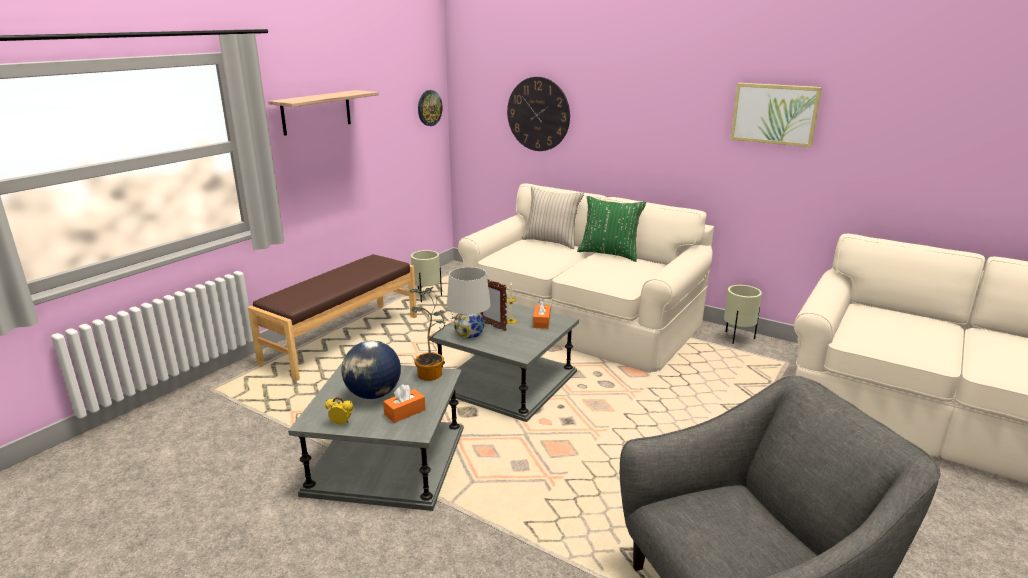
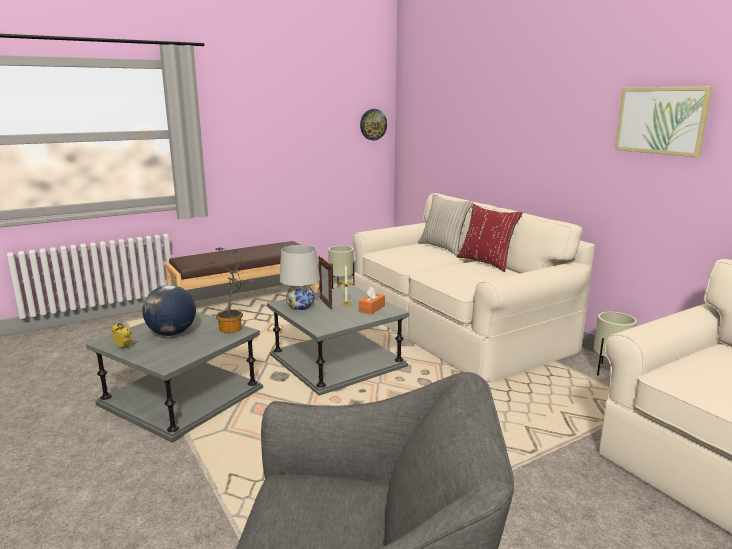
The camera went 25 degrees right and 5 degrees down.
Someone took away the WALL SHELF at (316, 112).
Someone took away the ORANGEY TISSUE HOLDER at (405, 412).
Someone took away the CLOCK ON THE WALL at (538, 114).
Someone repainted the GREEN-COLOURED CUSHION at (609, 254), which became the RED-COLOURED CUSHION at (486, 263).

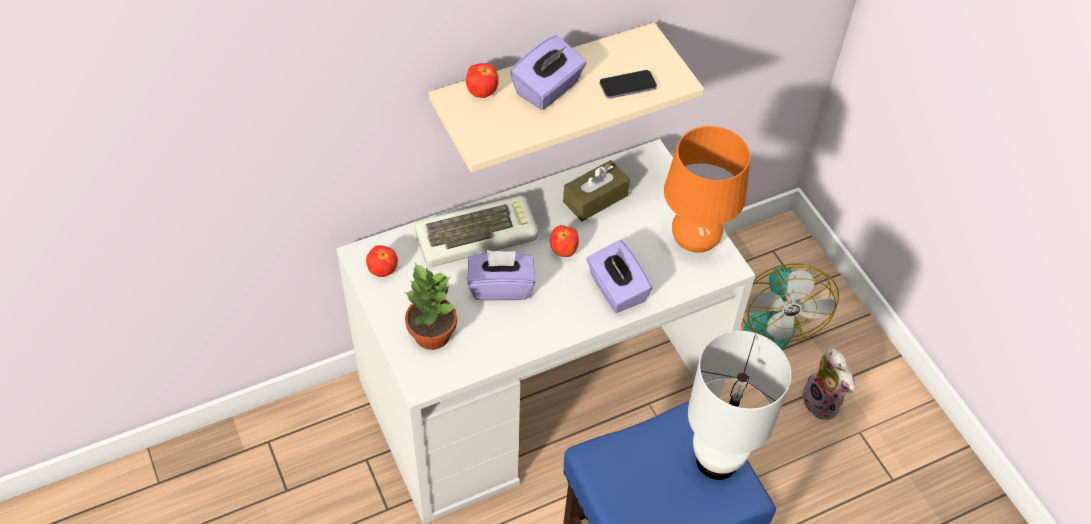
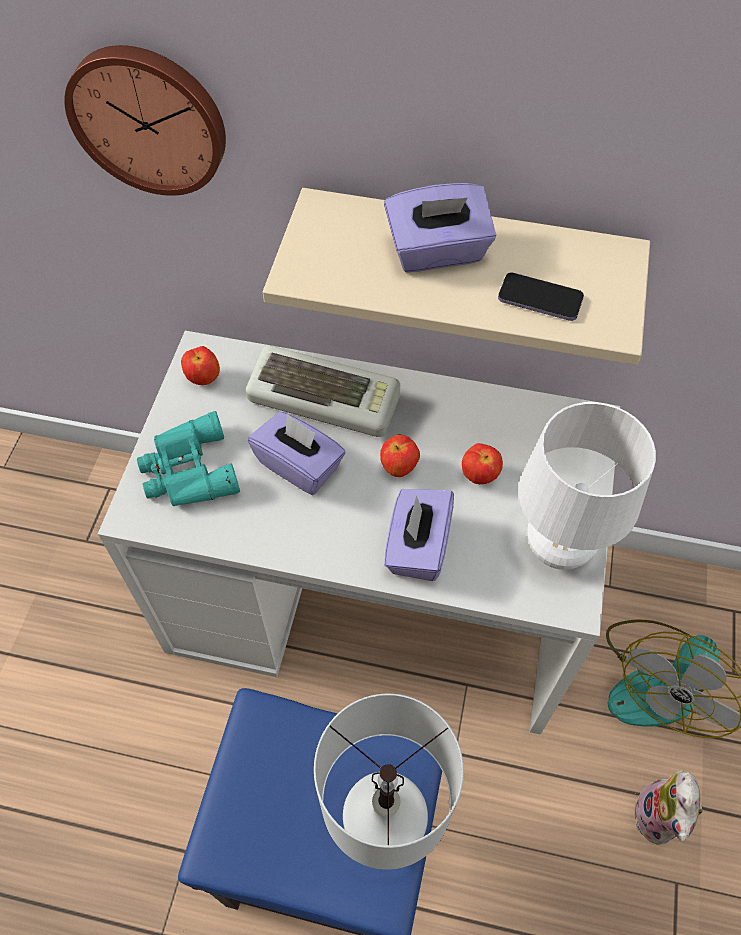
The camera went 40 degrees right and 5 degrees up.
Someone took away the BROWN-COLOURED TISSUE HOLDER at (595, 198).
Someone put up the CLOCK ON THE WALL at (149, 119).
Someone carried the WHOLE APPLE from (482, 93) to (479, 475).
Someone swapped the HOUSEPLANT at (431, 334) for the TURQUOISE-COLOURED PAIR OF BINOCULARS at (187, 471).
Someone repainted the ORANGEY LAMP FOR A TABLE at (694, 241), which became the WHITE-COLOURED LAMP FOR A TABLE at (558, 548).

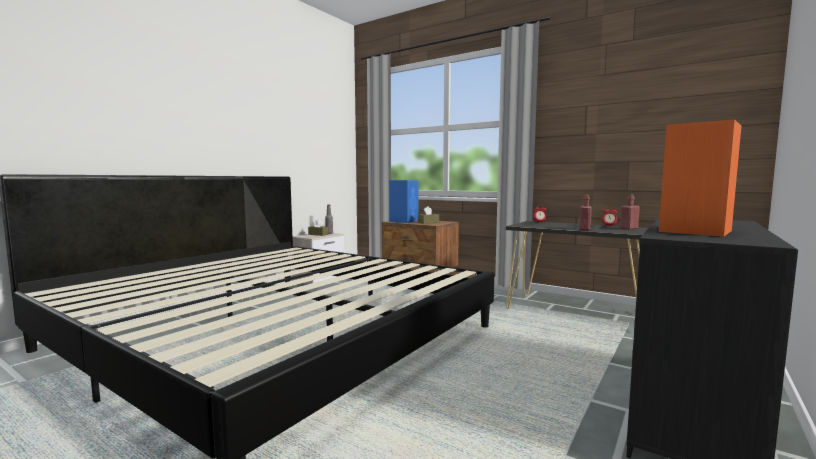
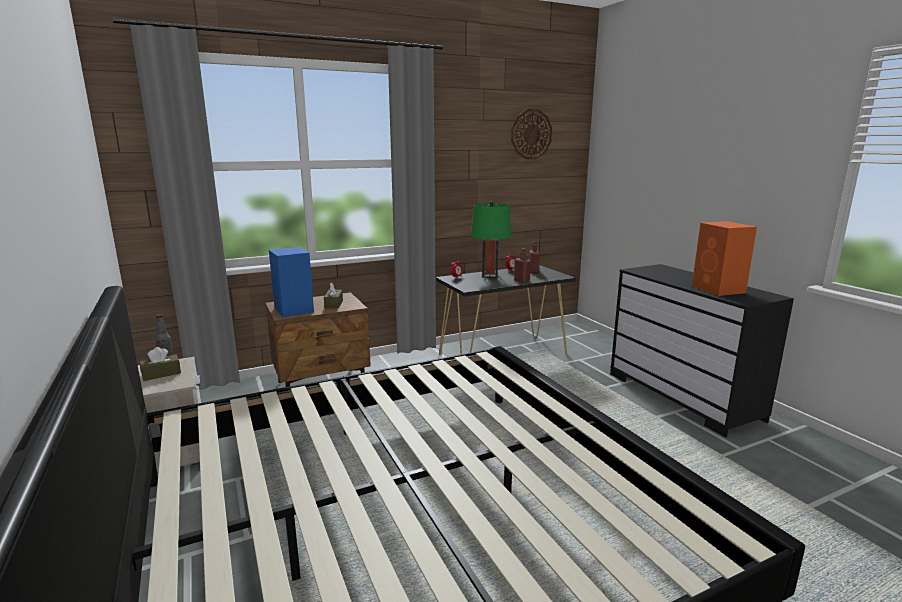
The camera went 60 degrees left and 10 degrees up.
Someone put down the GREEN-COLOURED LAMP FOR A TABLE at (489, 275).
Someone put up the CLOCK ON THE WALL at (531, 134).

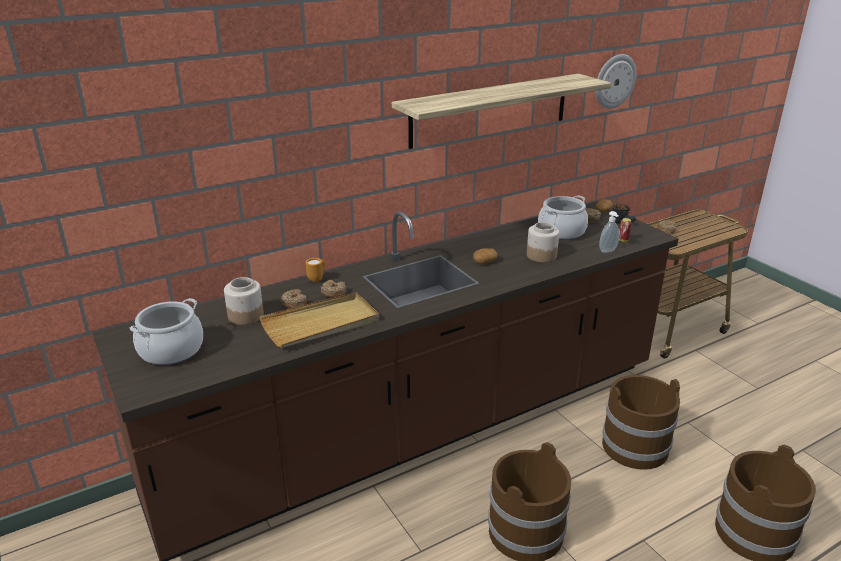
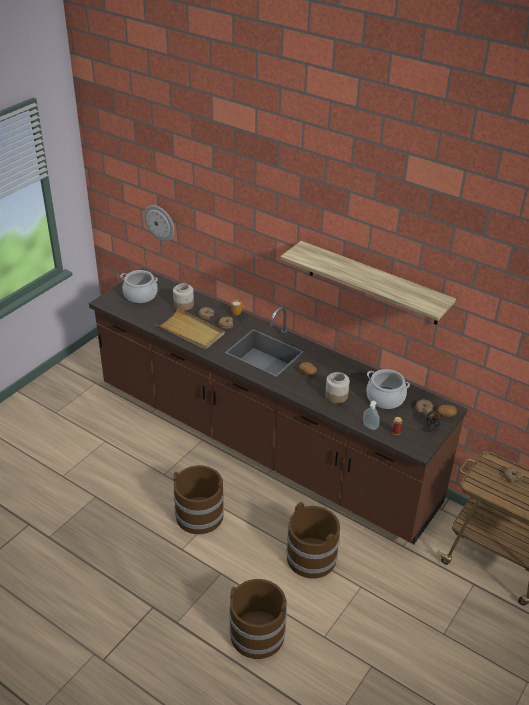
The camera went 65 degrees right and 10 degrees up.
Someone carried the CLOCK ON THE WALL from (614, 81) to (160, 222).

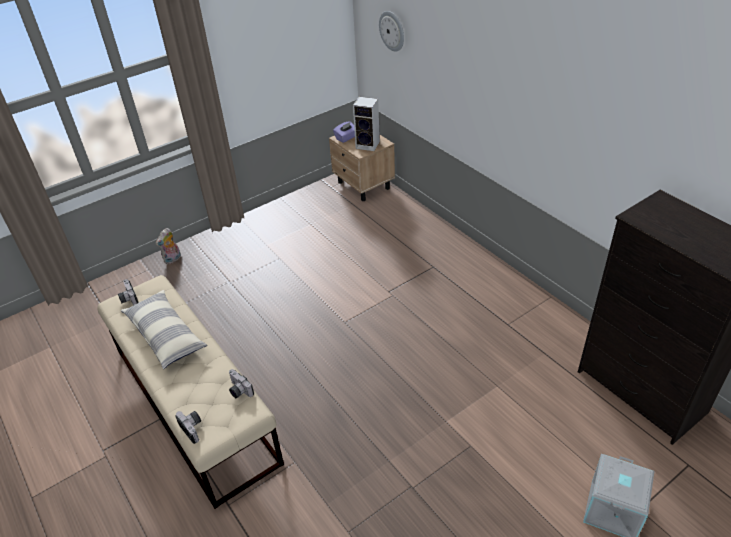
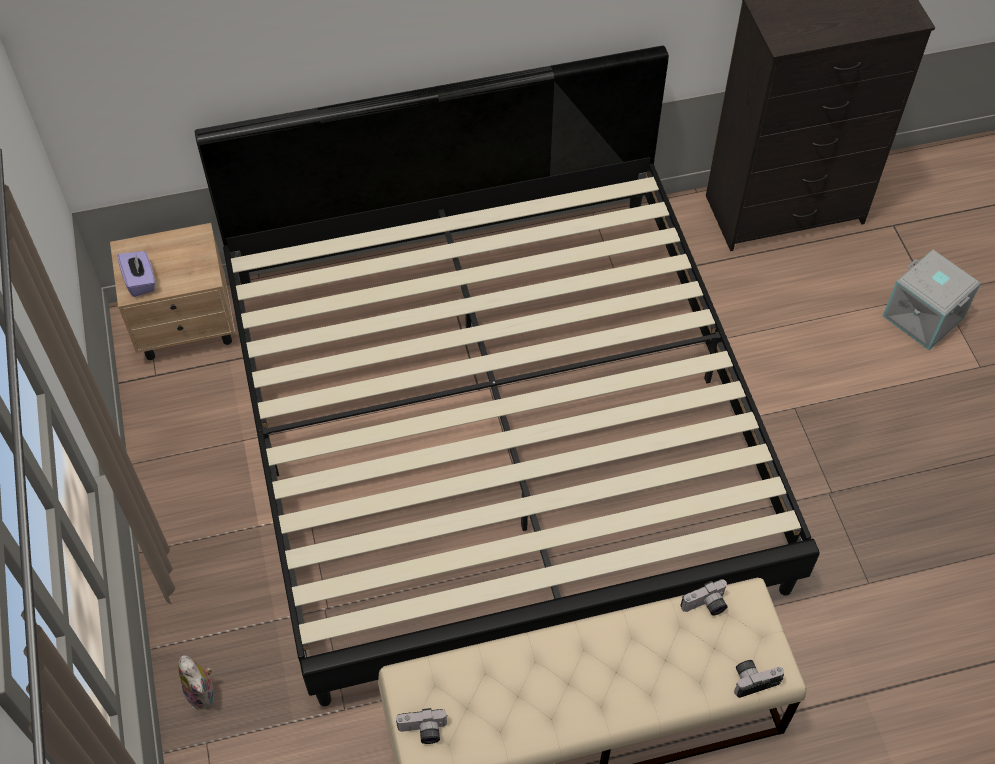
The camera went 70 degrees left and 15 degrees up.
Someone took away the CUSHION at (166, 335).
Someone took away the SPEAKER at (368, 145).
Someone took away the CLOCK ON THE WALL at (392, 31).
Someone put down the BEDROOM BED at (497, 427).

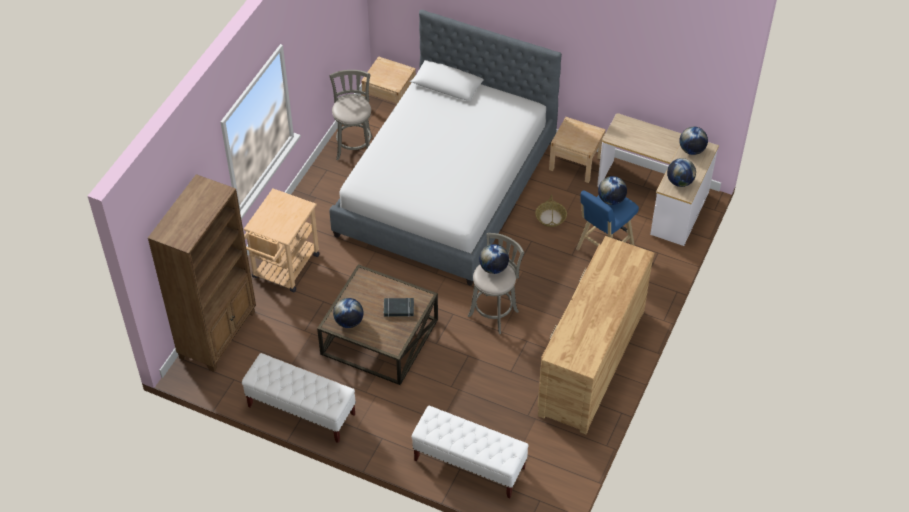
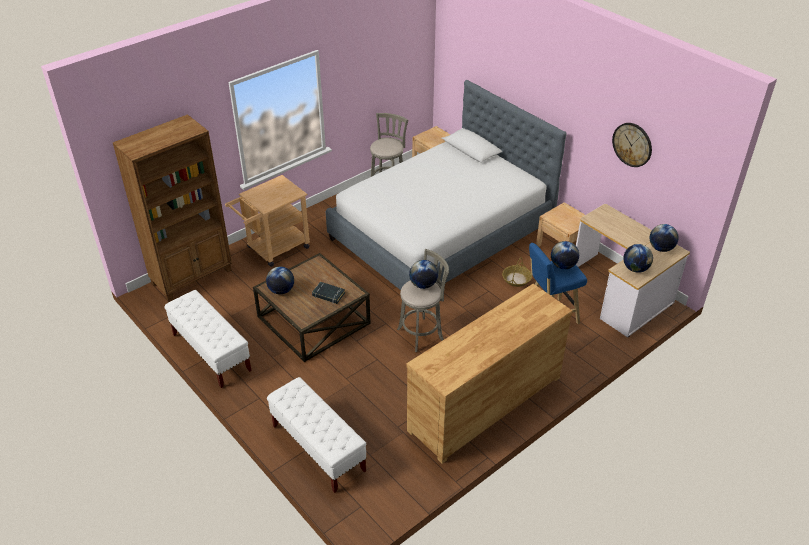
The camera went 25 degrees right and 10 degrees down.
Someone put up the CLOCK ON THE WALL at (632, 144).

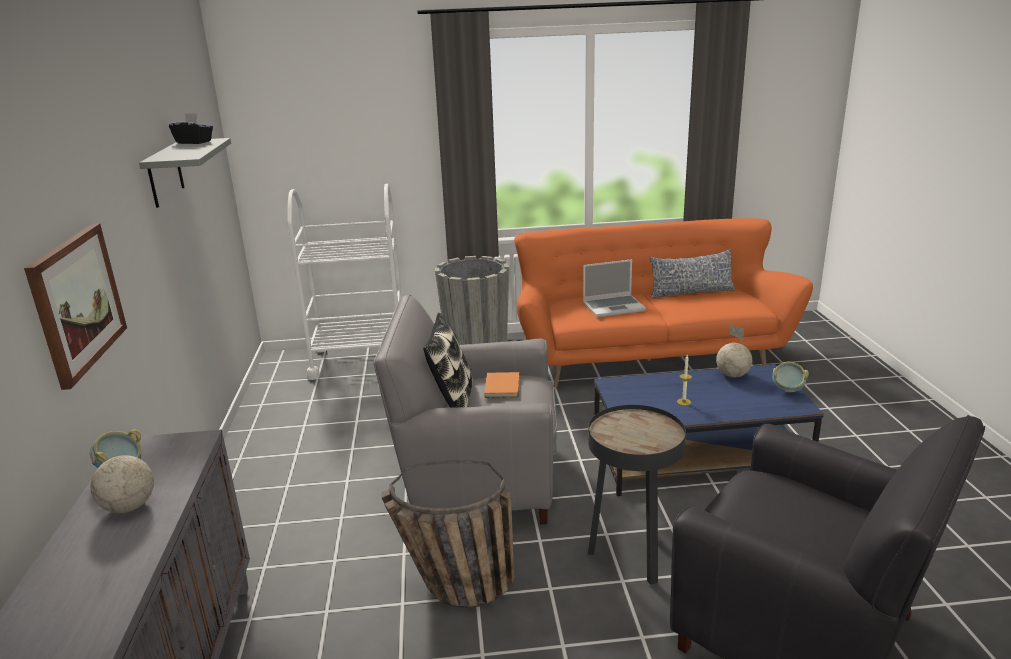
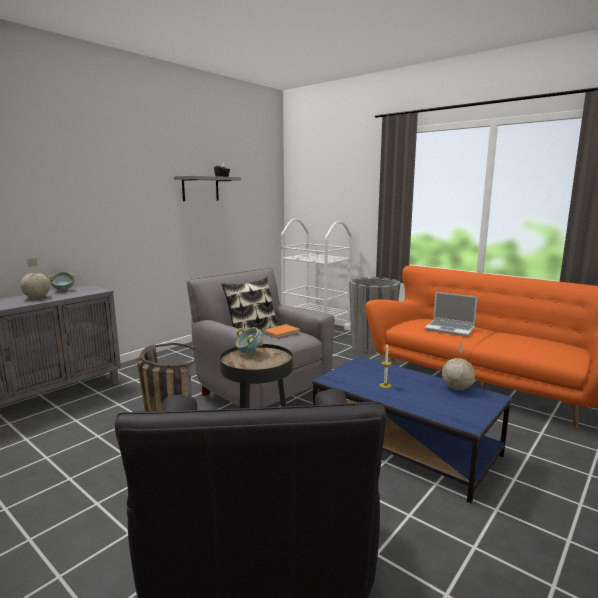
The camera went 45 degrees right and 10 degrees down.
Someone took away the WALL PICTURE at (77, 302).
Someone took away the CUSHION at (691, 292).
Someone carried the SERVING BOWL from (787, 390) to (249, 353).

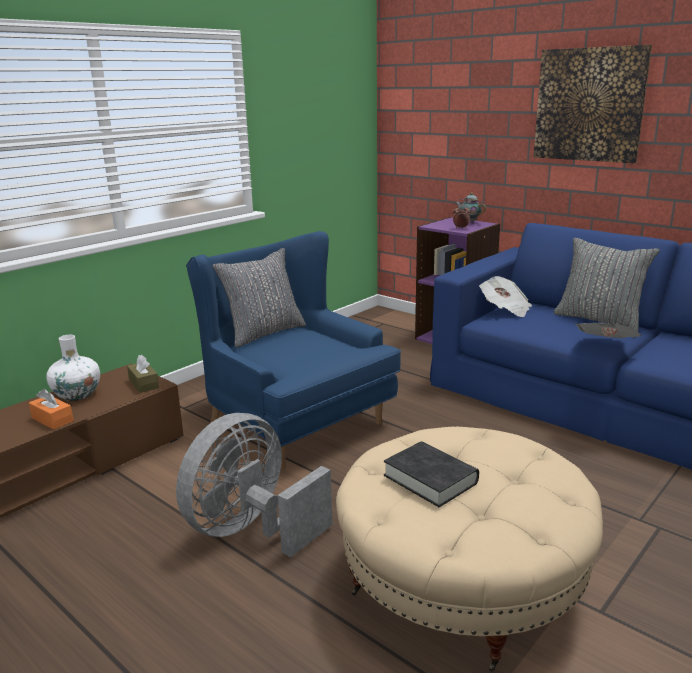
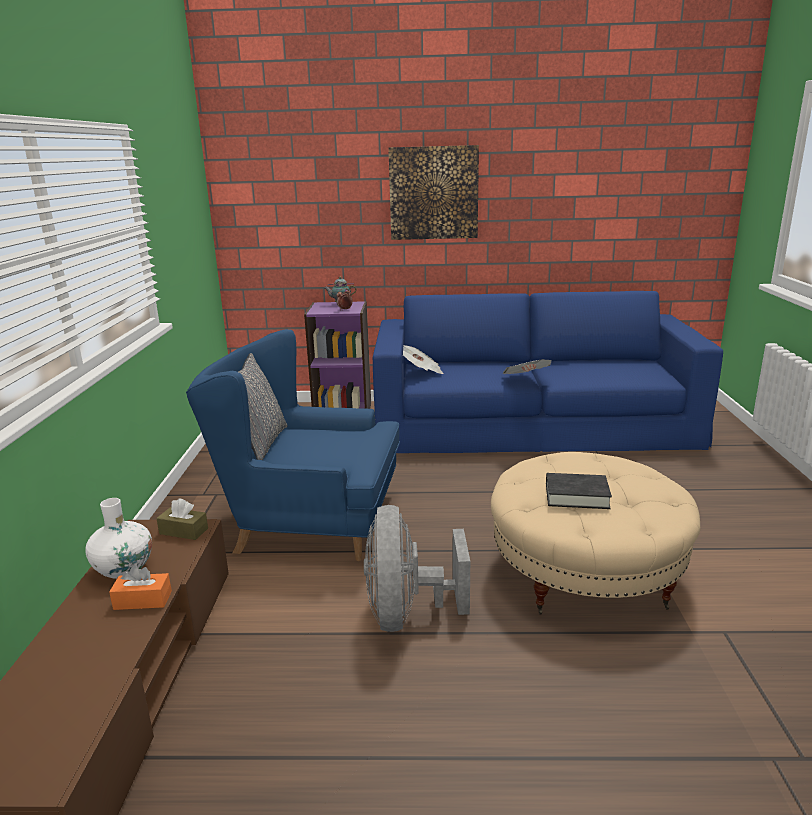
The camera went 40 degrees left and 0 degrees up.
Someone took away the GREY CUSHION at (599, 320).

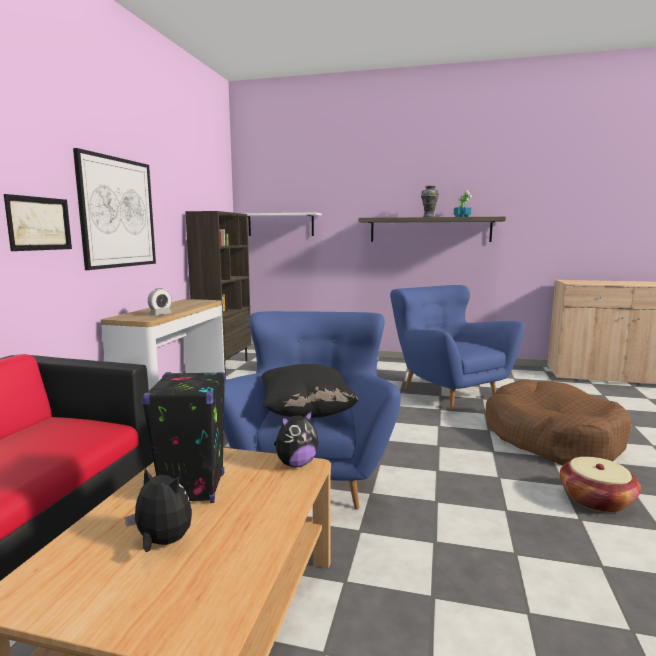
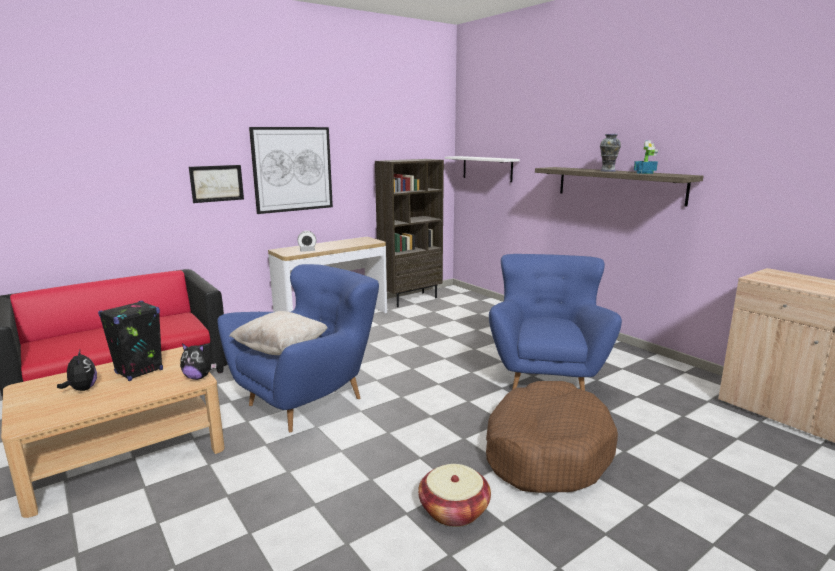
The camera went 40 degrees right and 5 degrees up.
Someone repainted the BLACK-COLOURED CUSHION at (306, 412), which became the SAND-COLOURED CUSHION at (281, 349).

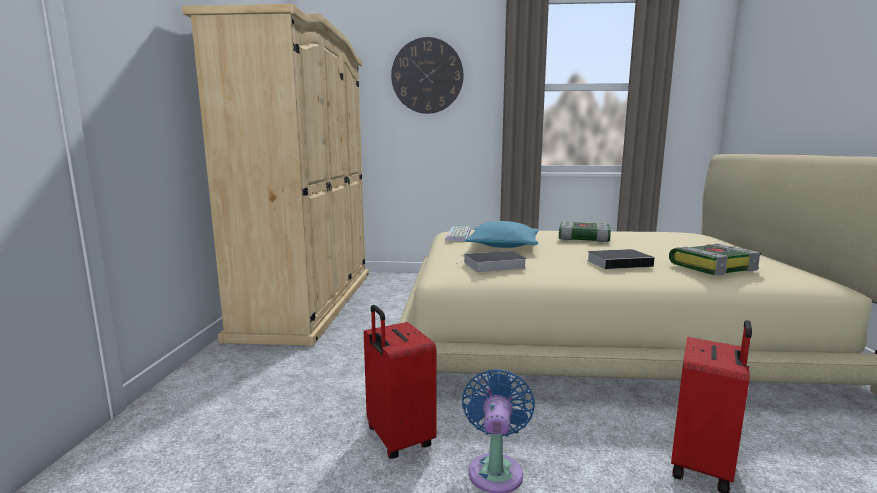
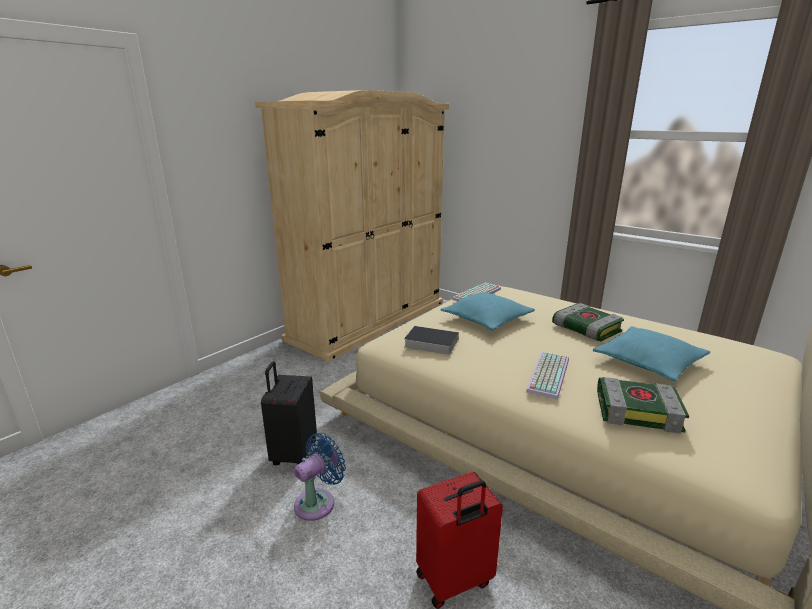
The camera went 35 degrees right and 10 degrees up.
Someone took away the CLOCK ON THE WALL at (427, 76).
Someone put down the TURQUOISE-COLOURED CUSHION at (648, 362).
Someone swapped the VOLUME at (620, 263) for the COMPUTER KEYBOARD at (547, 374).
Someone repainted the RED-COLOURED SUITCASE at (397, 439), which became the BLACK-COLOURED SUITCASE at (293, 453).

